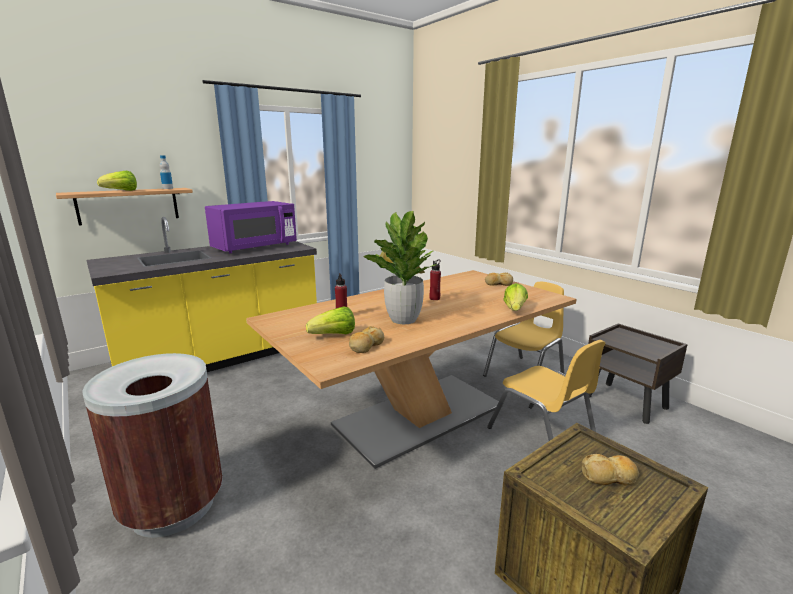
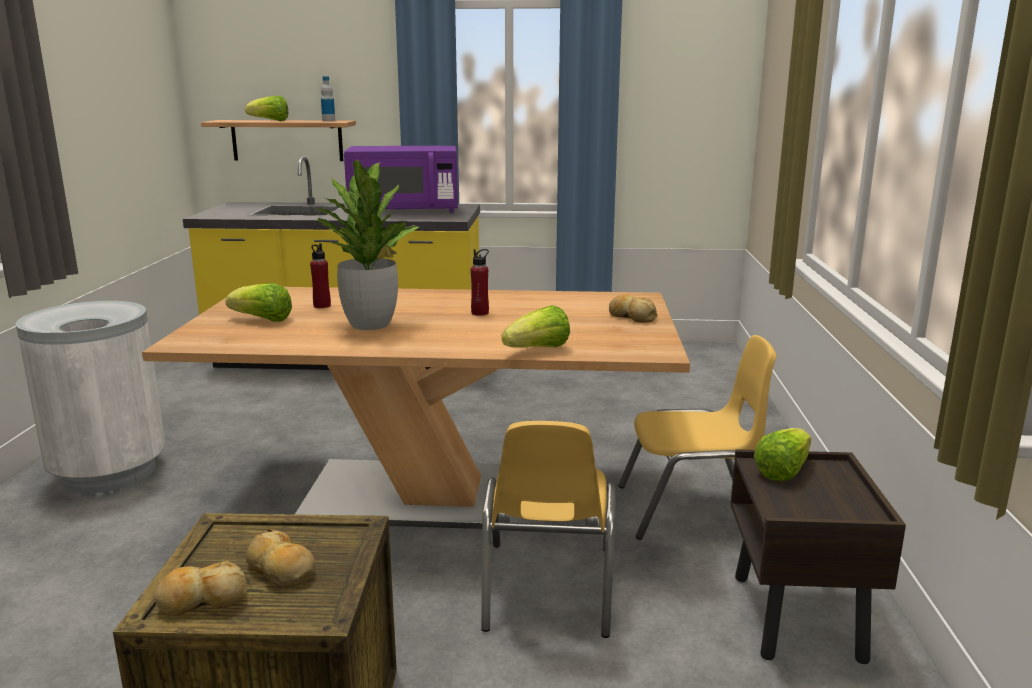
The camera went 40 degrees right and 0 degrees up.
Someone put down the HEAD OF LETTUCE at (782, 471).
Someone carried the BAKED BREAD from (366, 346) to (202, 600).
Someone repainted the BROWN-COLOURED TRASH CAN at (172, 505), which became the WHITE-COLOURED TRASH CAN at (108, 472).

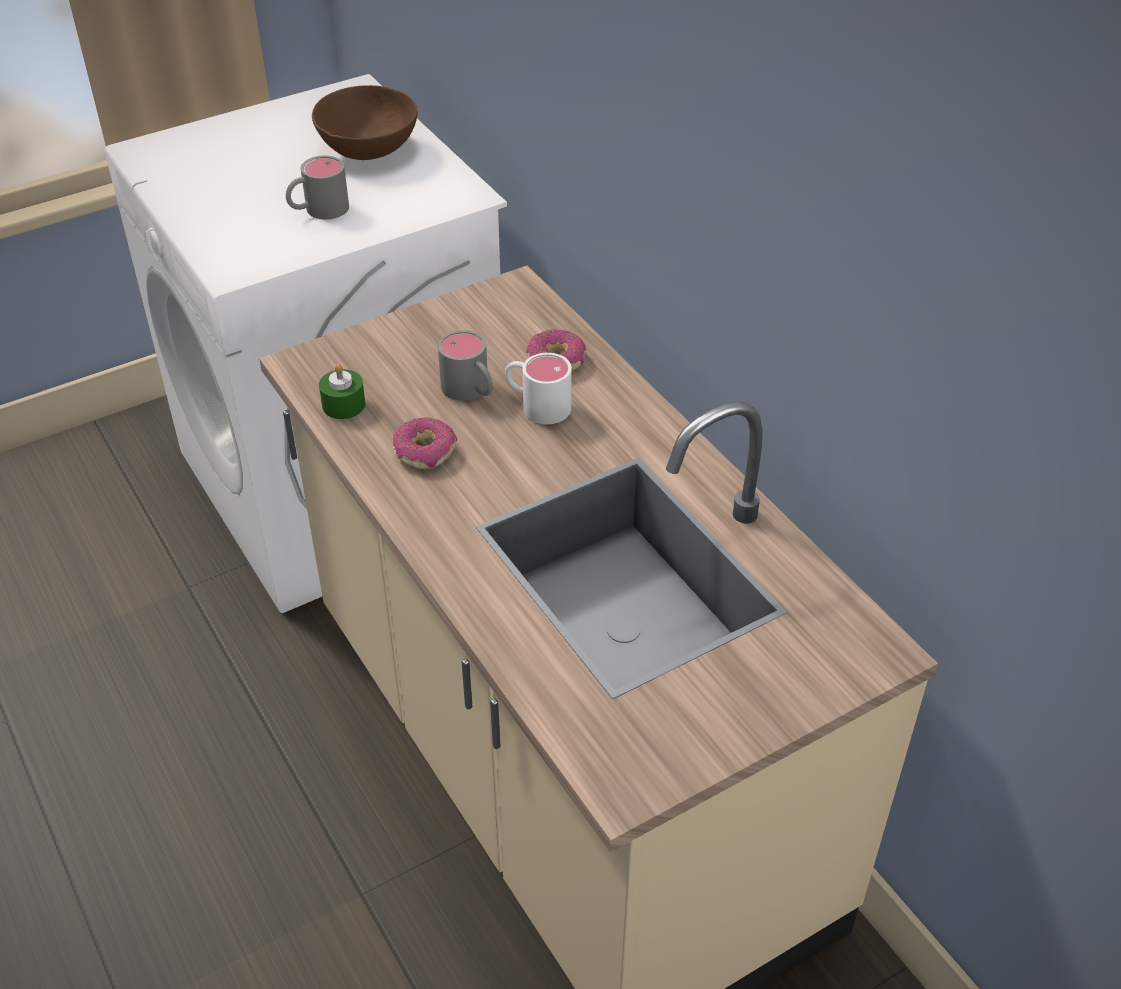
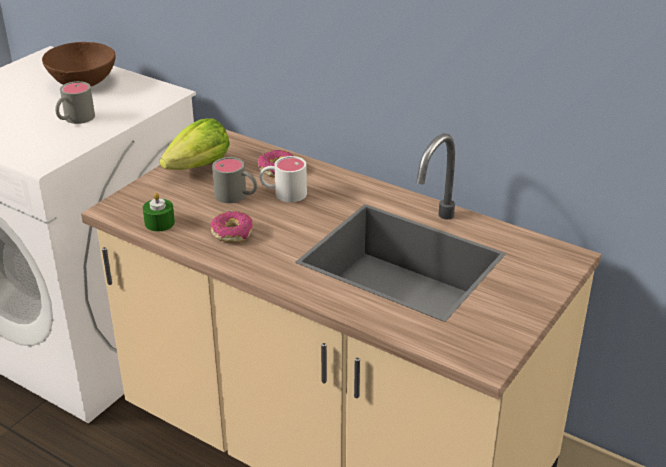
The camera went 25 degrees left and 10 degrees down.
Someone put down the HEAD OF LETTUCE at (199, 167).

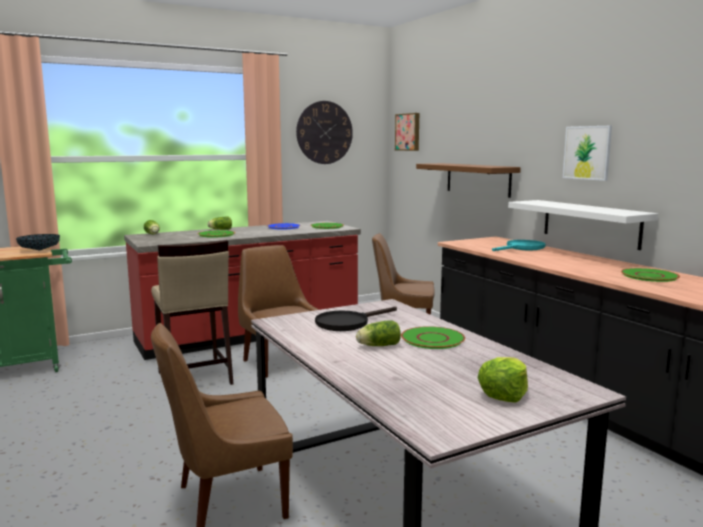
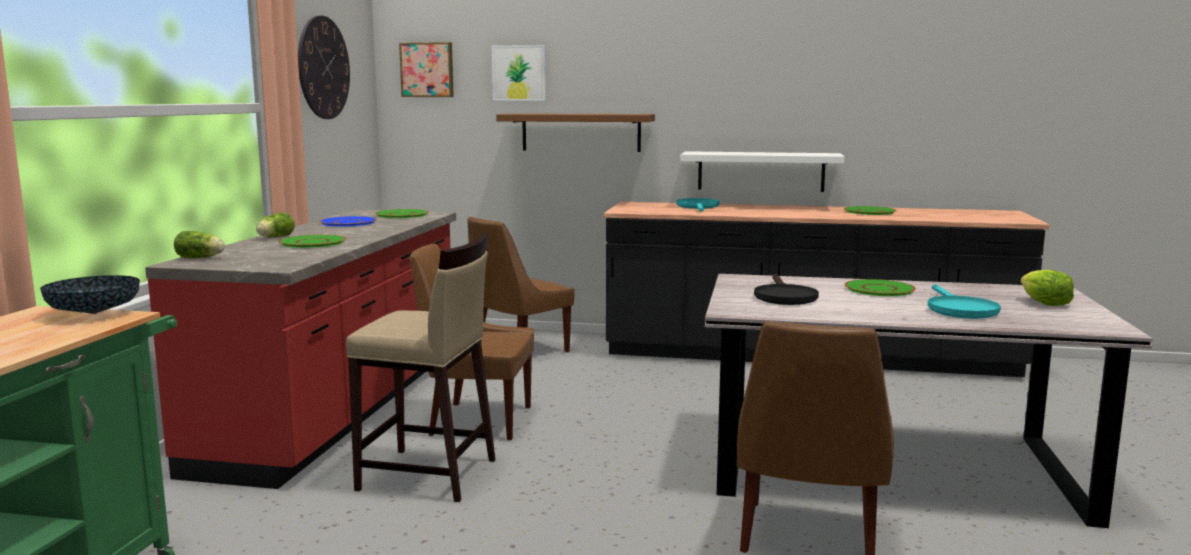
The camera went 50 degrees left and 0 degrees up.
Someone took away the HEAD OF LETTUCE at (377, 346).
Someone put down the TURQUOISE-COLOURED SKILLET at (958, 309).
Someone carried the WALL PICTURE from (587, 152) to (519, 73).

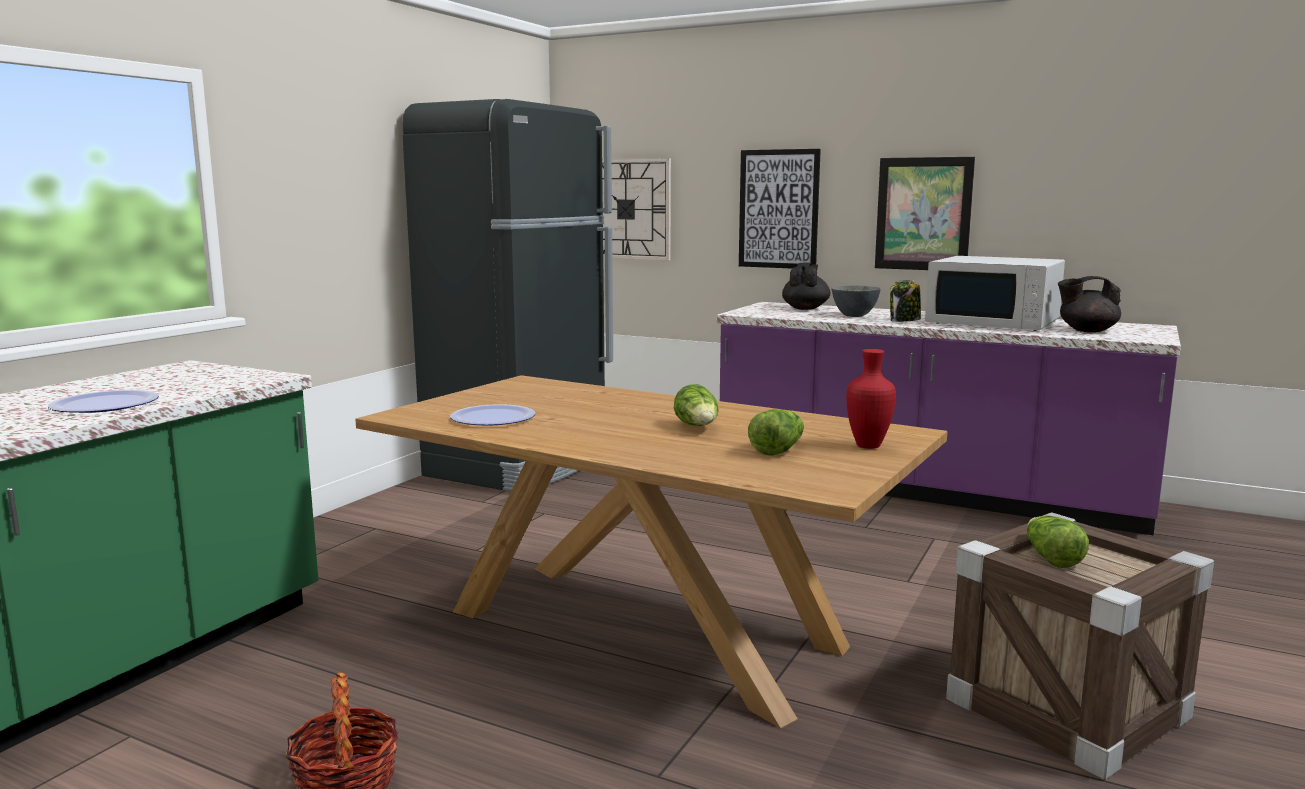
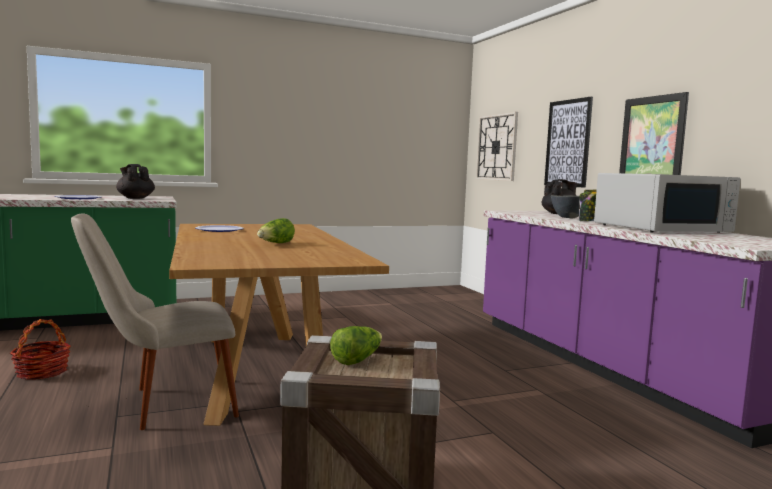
The camera went 40 degrees right and 5 degrees down.
Someone took away the BLACK-COLOURED FRIDGE at (521, 464).
Someone took away the HEAD OF LETTUCE at (777, 449).
Someone took away the RED-COLOURED FLOWER VASE at (869, 446).
Someone put down the SAND-COLOURED UPRIGHT CHAIR at (162, 405).
Someone carried the BLACK-COLOURED POT FOR TEA from (1086, 331) to (135, 198).
Someone rotated the WHITE-COLOURED MICROWAVE OVEN at (994, 322) by 90 degrees counterclockwise.

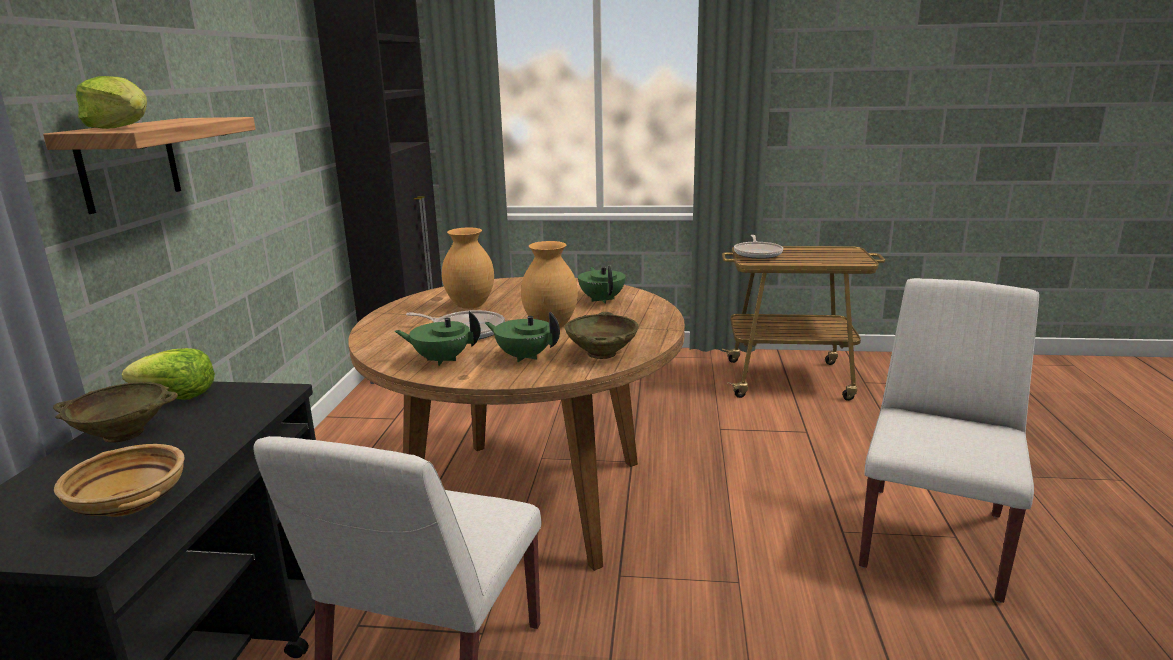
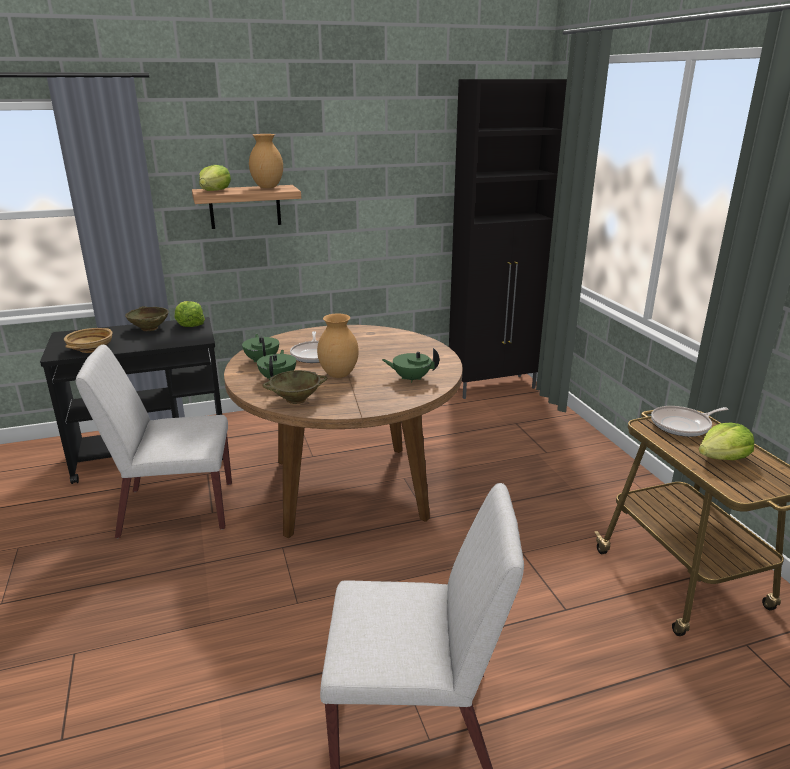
The camera went 65 degrees right and 5 degrees up.
Someone put down the HEAD OF LETTUCE at (722, 458).
Someone carried the BROWN-COLOURED FLOWER VASE from (471, 305) to (268, 187).
Someone rotated the GREEN-COLOURED POT FOR TEA at (602, 300) by 135 degrees counterclockwise.

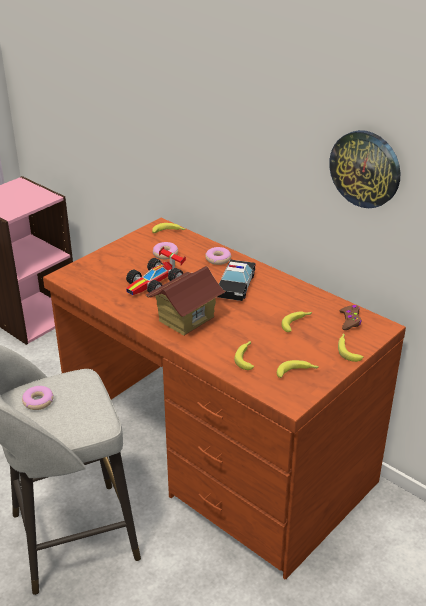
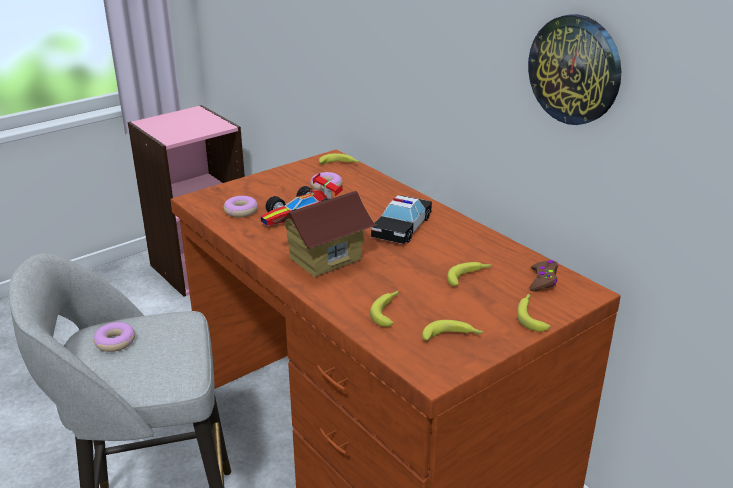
The camera went 10 degrees right and 5 degrees down.
Someone carried the DONUT from (218, 259) to (241, 211).

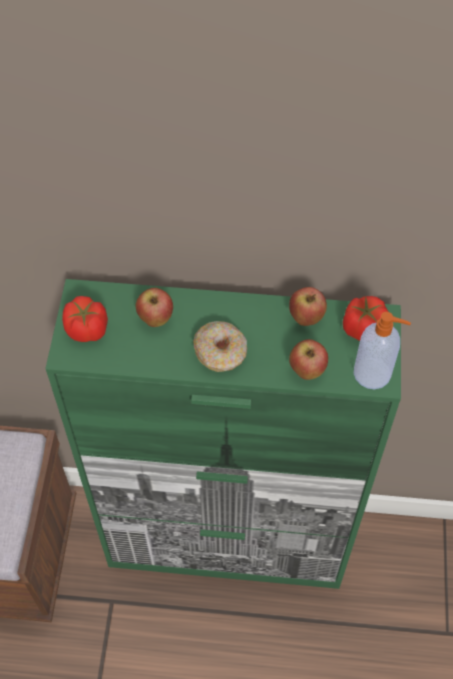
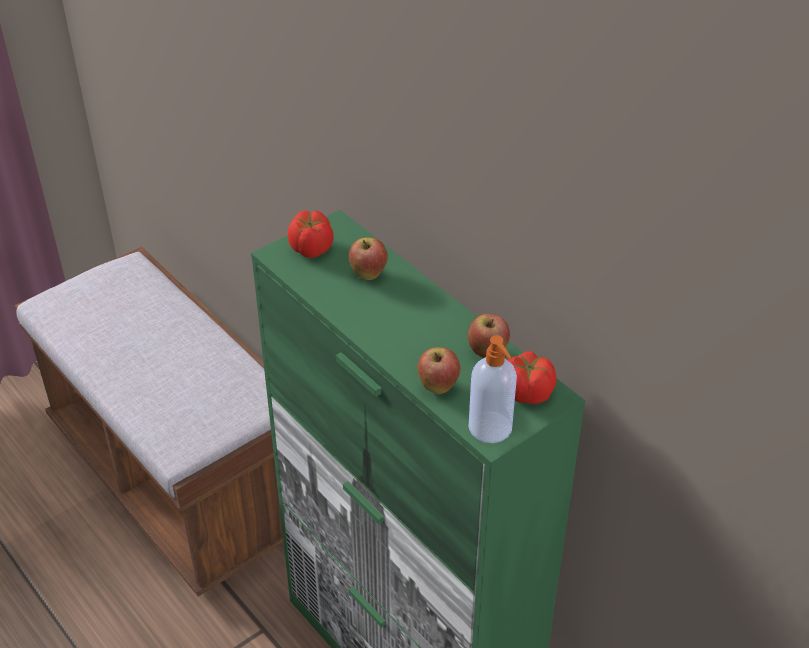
The camera went 45 degrees right and 15 degrees down.
Someone took away the DONUT at (221, 352).

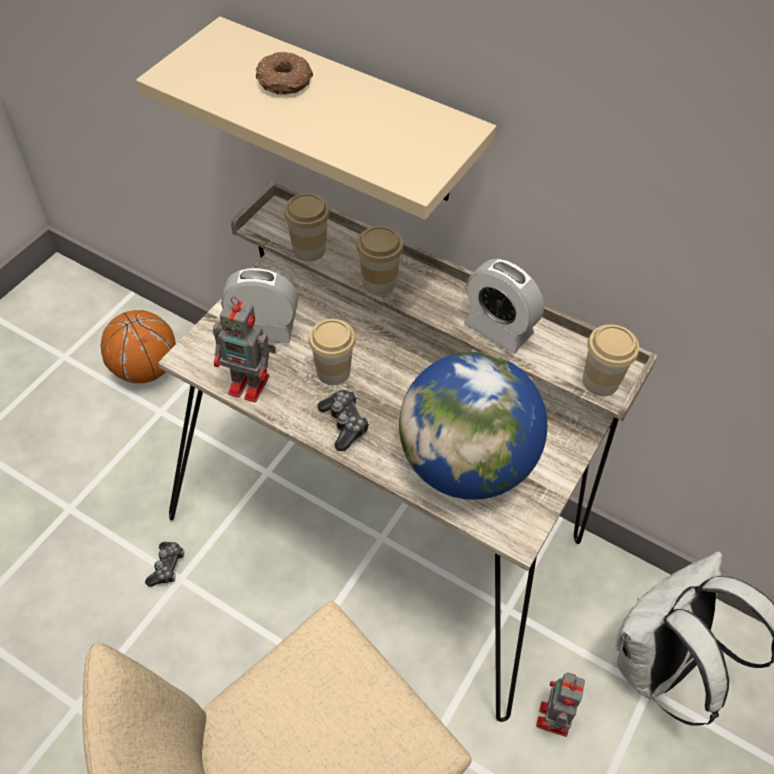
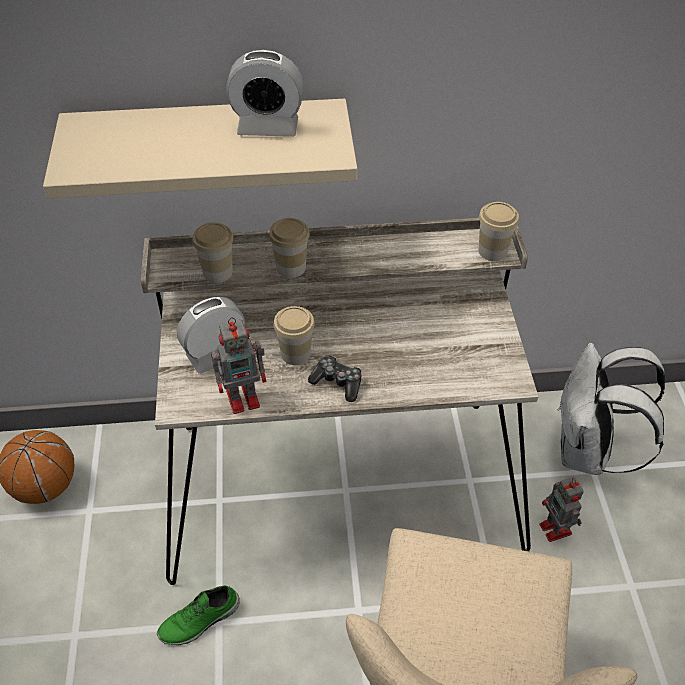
The camera went 35 degrees left and 5 degrees down.
Someone took away the DONUT at (284, 82).
Someone took away the GLOBE at (465, 463).
Someone carried the ALARM CLOCK from (498, 329) to (268, 127).
Someone swapped the GAME CONTROLLER at (167, 567) for the GREEN-COLOURED ITEM OF FOOTWEAR at (200, 621).

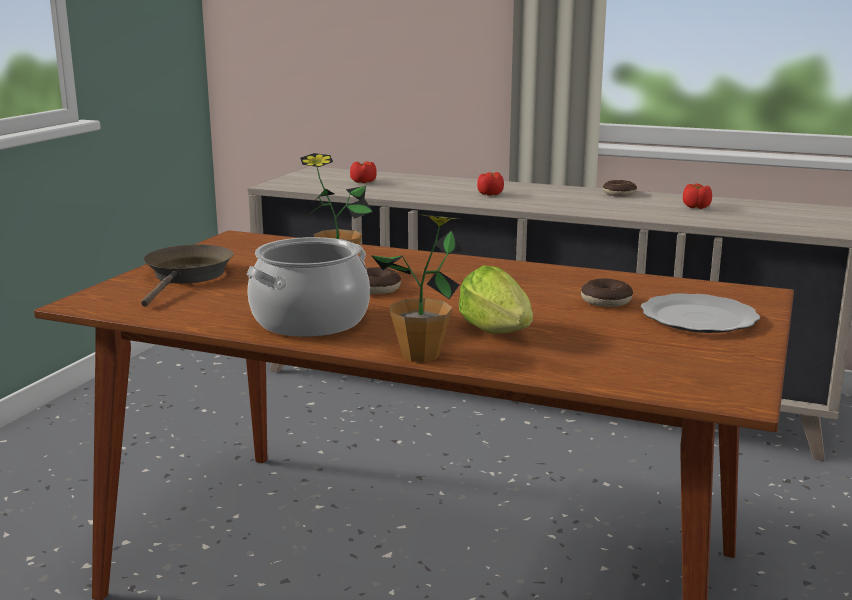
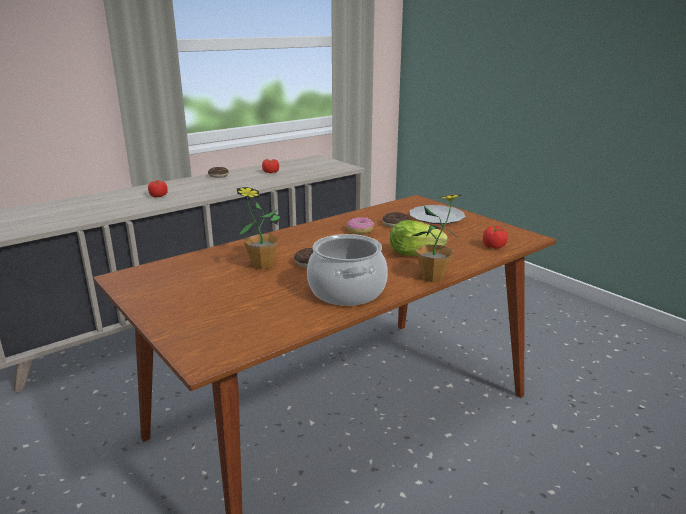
The camera went 60 degrees left and 5 degrees up.
Someone took away the BROWN-COLOURED SKILLET at (187, 277).
Someone put down the DONUT at (360, 230).
Someone carried the WHOLE TOMATO from (363, 182) to (493, 246).

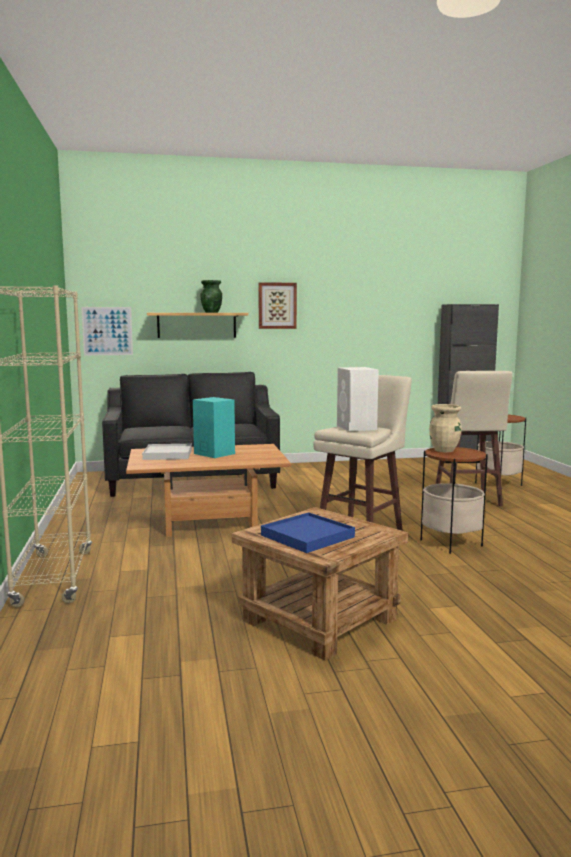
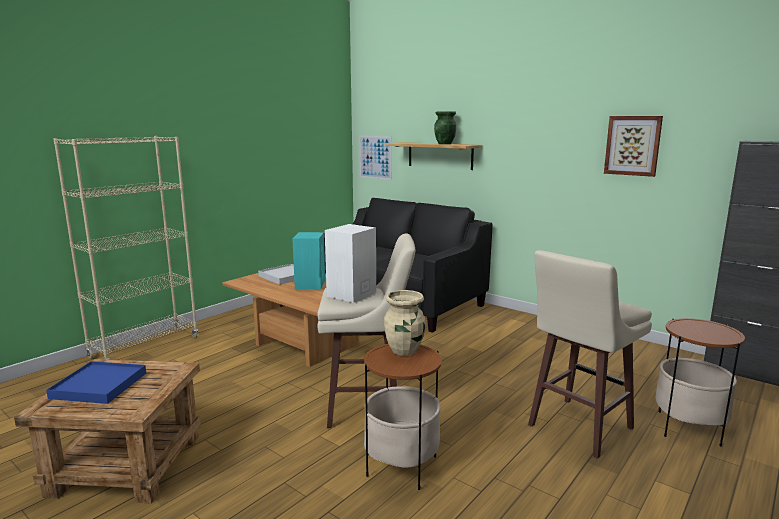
The camera went 50 degrees right and 5 degrees up.
Someone carried the WALL PICTURE from (277, 305) to (632, 145).

